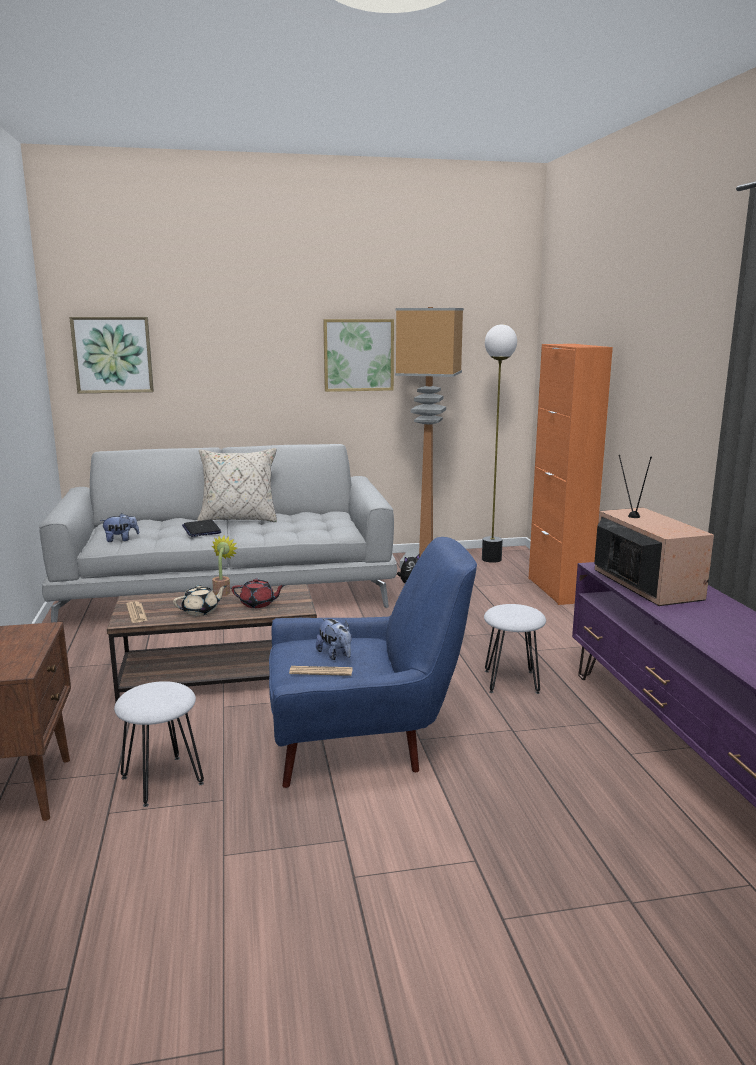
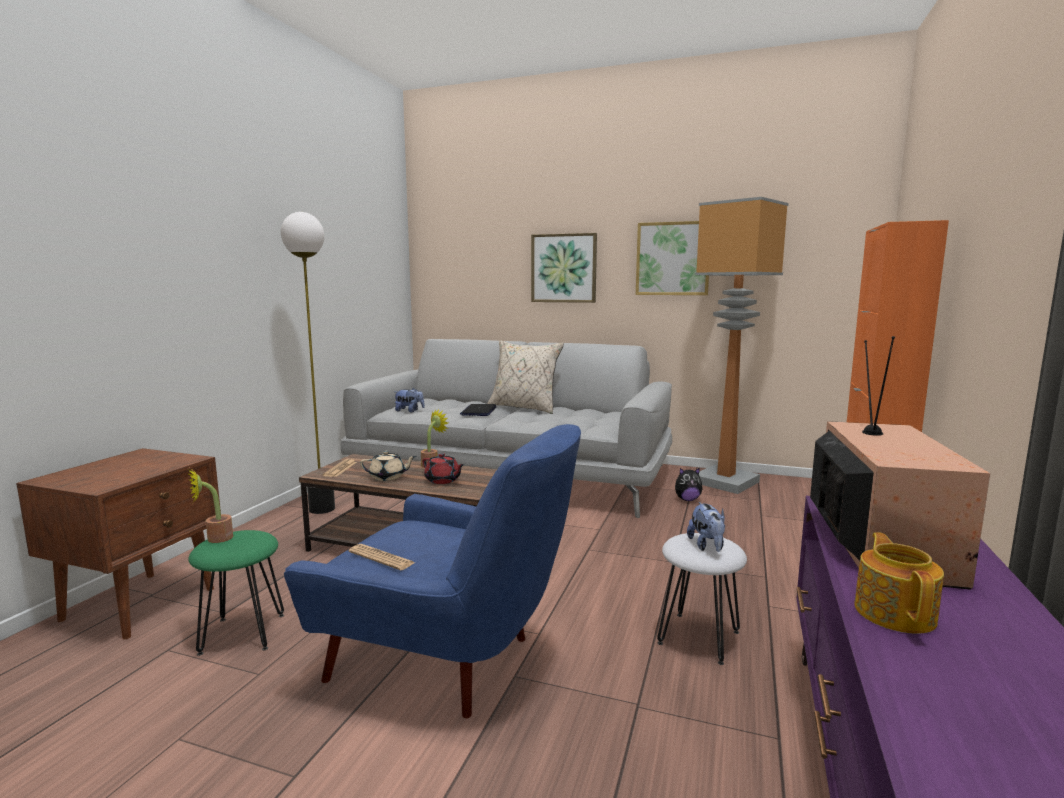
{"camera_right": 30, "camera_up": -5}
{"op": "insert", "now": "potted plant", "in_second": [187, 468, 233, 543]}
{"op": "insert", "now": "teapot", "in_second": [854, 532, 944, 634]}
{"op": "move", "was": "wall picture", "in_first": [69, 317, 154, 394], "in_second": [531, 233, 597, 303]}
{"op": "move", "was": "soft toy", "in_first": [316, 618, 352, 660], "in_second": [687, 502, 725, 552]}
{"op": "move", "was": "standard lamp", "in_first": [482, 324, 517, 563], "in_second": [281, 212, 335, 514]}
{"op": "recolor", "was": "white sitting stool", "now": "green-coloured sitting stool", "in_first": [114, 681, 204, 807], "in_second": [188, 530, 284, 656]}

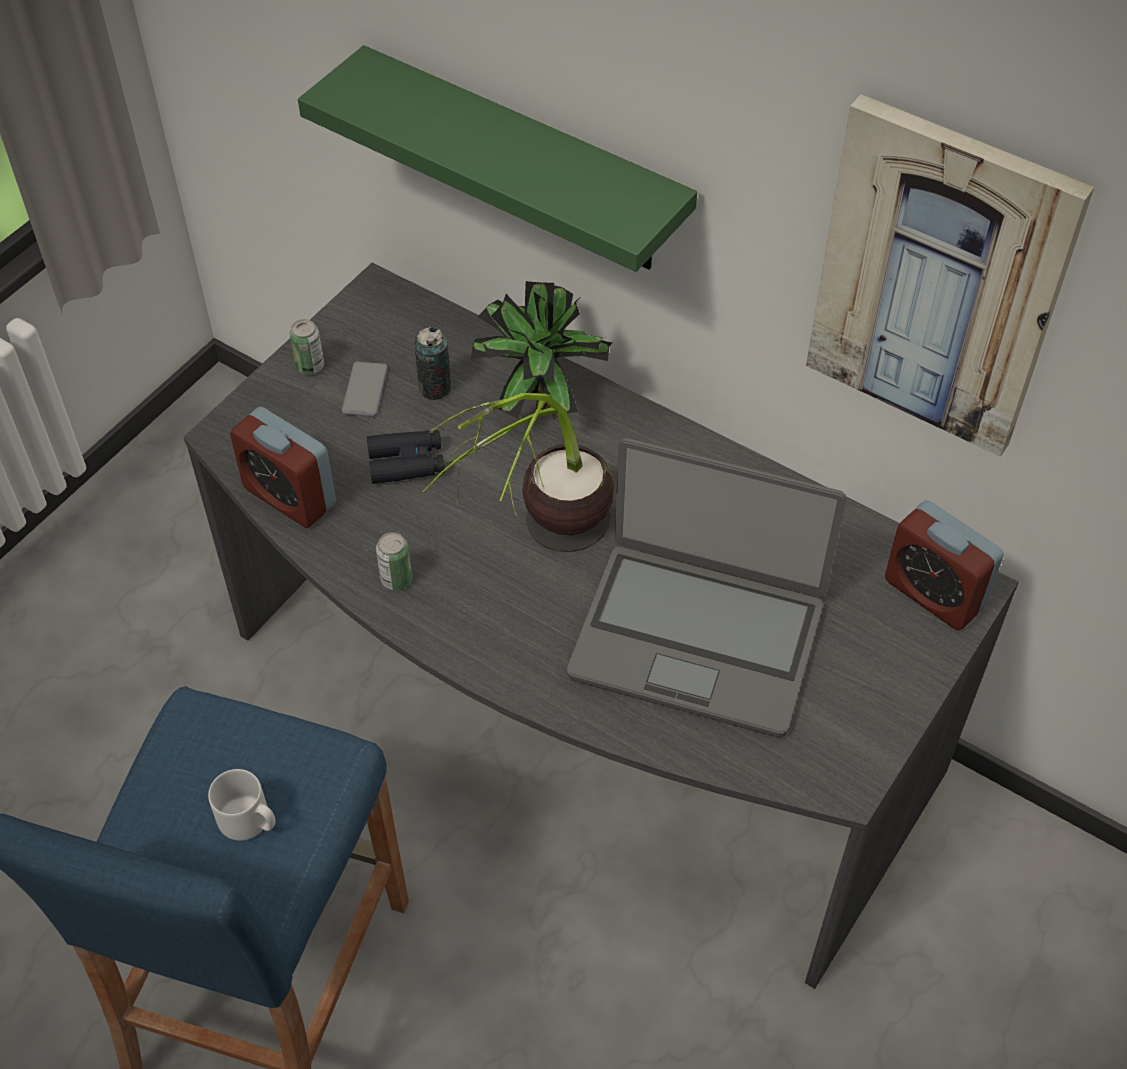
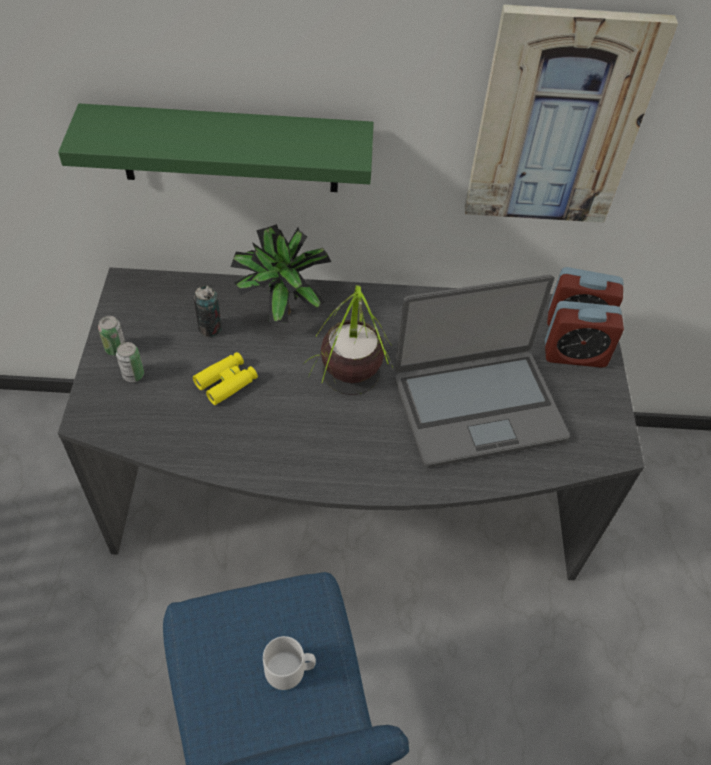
{"camera_right": -35, "camera_up": 0}
{"op": "delete", "was": "handset", "in_first": [341, 362, 388, 417]}
{"op": "move", "was": "table clock", "in_first": [230, 407, 336, 528], "in_second": [545, 301, 624, 368]}
{"op": "move", "was": "sealed can", "in_first": [376, 532, 412, 590], "in_second": [116, 342, 144, 382]}
{"op": "recolor", "was": "black field glasses", "now": "yellowish field glasses", "in_first": [367, 430, 445, 484], "in_second": [193, 352, 258, 405]}

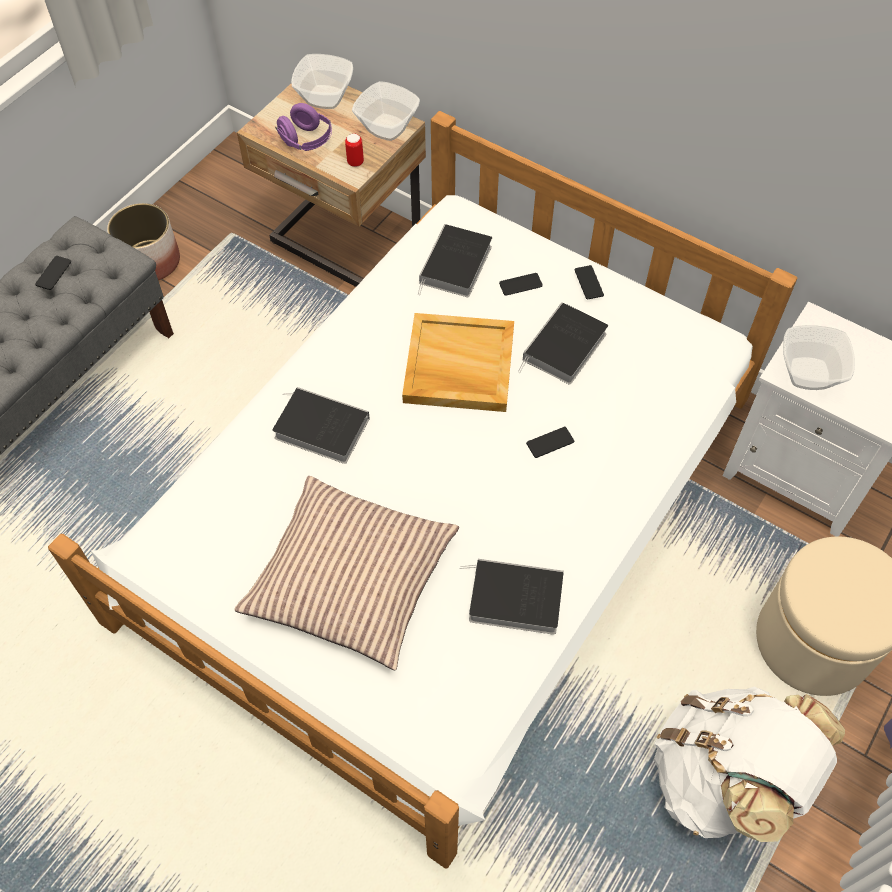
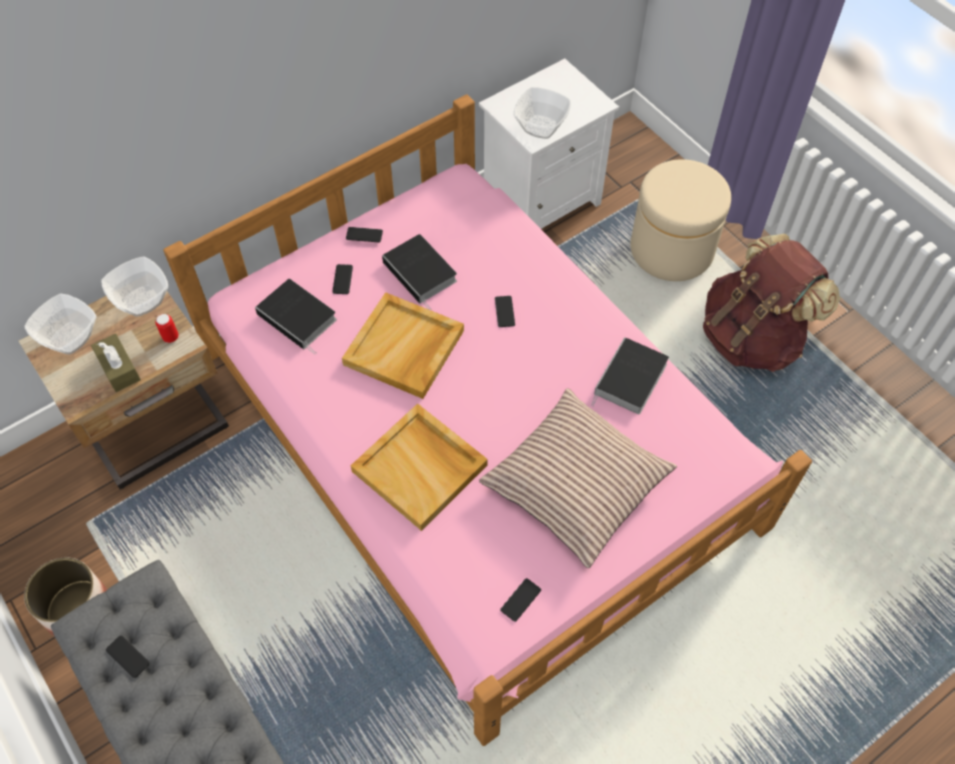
{"camera_right": -70, "camera_up": 0}
{"op": "insert", "now": "handset", "in_second": [500, 578, 541, 622]}
{"op": "replace", "was": "bound book", "now": "beige serving tray", "in_first": [272, 387, 370, 464], "in_second": [351, 403, 488, 531]}
{"op": "replace", "was": "purple-coloured headset", "now": "brownish tissue holder", "in_first": [275, 103, 332, 151], "in_second": [91, 333, 141, 392]}
{"op": "recolor", "was": "white sleeping bed", "now": "pink-coloured sleeping bed", "in_first": [48, 111, 797, 869], "in_second": [163, 94, 812, 746]}
{"op": "recolor", "was": "white knapsack", "now": "brownish knapsack", "in_first": [654, 687, 845, 842], "in_second": [703, 233, 840, 372]}

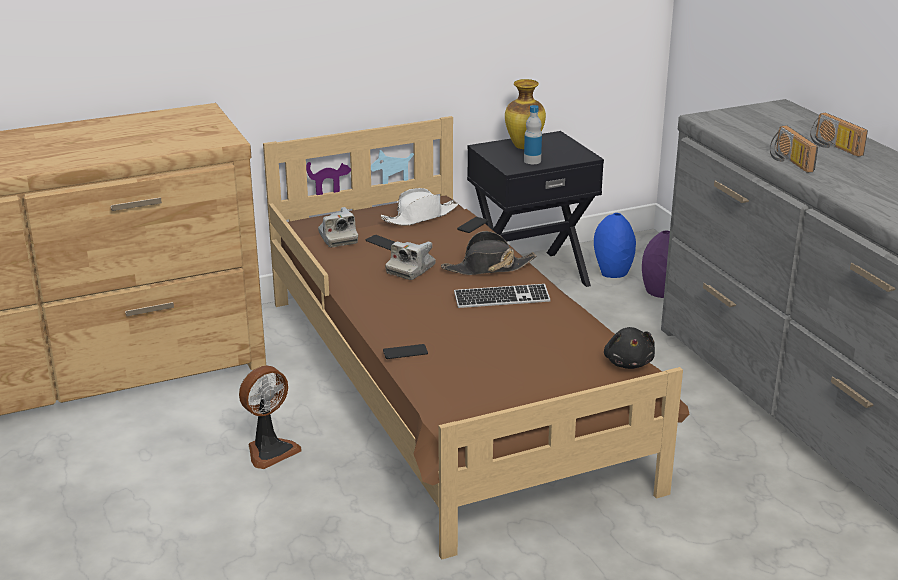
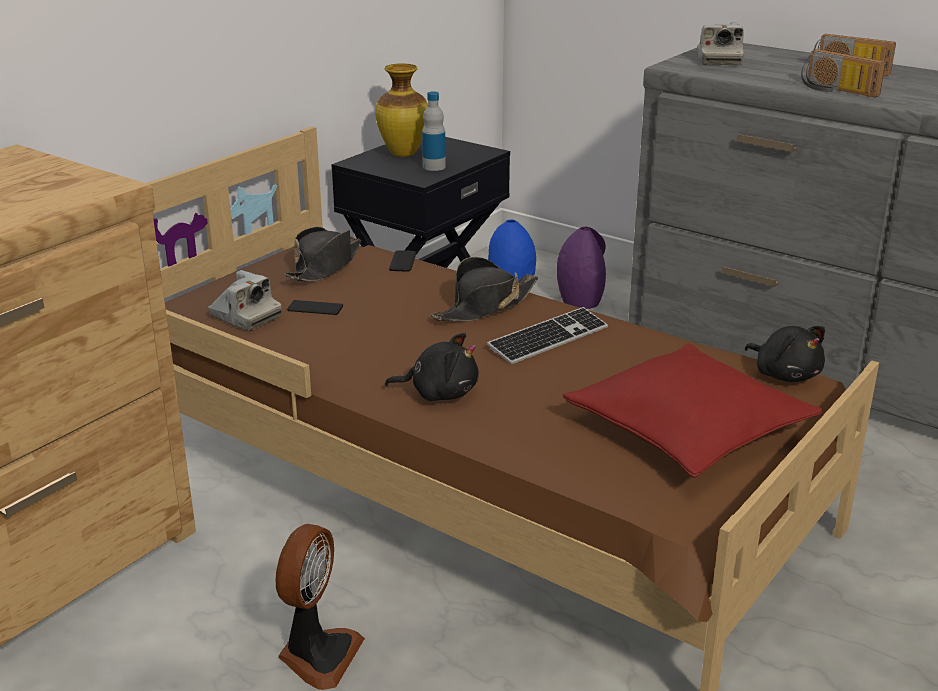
{"camera_right": -30, "camera_up": 0}
{"op": "delete", "was": "handset", "in_first": [383, 344, 428, 359]}
{"op": "insert", "now": "black soft toy", "in_second": [385, 333, 479, 401]}
{"op": "insert", "now": "red-coloured throw pillow", "in_second": [562, 343, 823, 478]}
{"op": "move", "was": "photo camera", "in_first": [385, 241, 436, 280], "in_second": [697, 22, 744, 65]}
{"op": "recolor", "was": "white hat", "now": "black hat", "in_first": [381, 188, 458, 226], "in_second": [285, 227, 361, 282]}

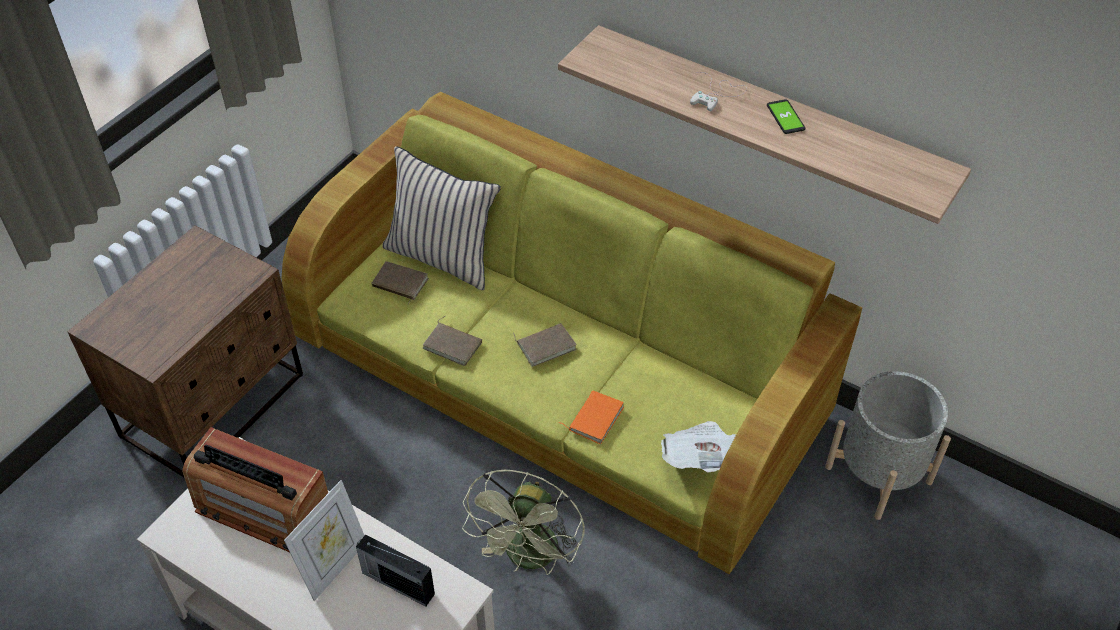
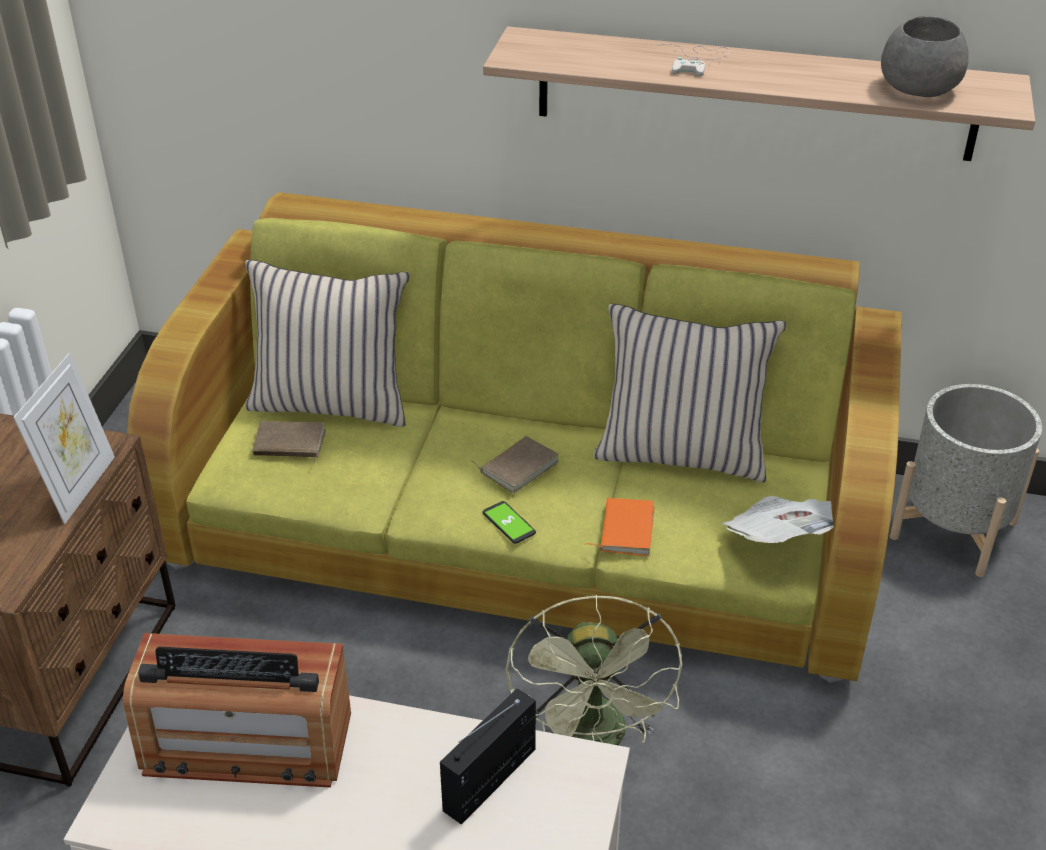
{"camera_right": -20, "camera_up": -10}
{"op": "delete", "was": "brownish bound book", "in_first": [423, 315, 482, 366]}
{"op": "insert", "now": "beige throw pillow", "in_second": [593, 304, 786, 482]}
{"op": "insert", "now": "greyish deep dish", "in_second": [881, 16, 969, 97]}
{"op": "move", "was": "picture frame", "in_first": [284, 480, 365, 601], "in_second": [13, 353, 115, 524]}
{"op": "move", "was": "handset", "in_first": [767, 99, 805, 134], "in_second": [482, 501, 536, 544]}
{"op": "rotate", "was": "radio set", "in_first": [356, 534, 435, 607], "in_second": [440, 688, 536, 824], "clockwise": 120}

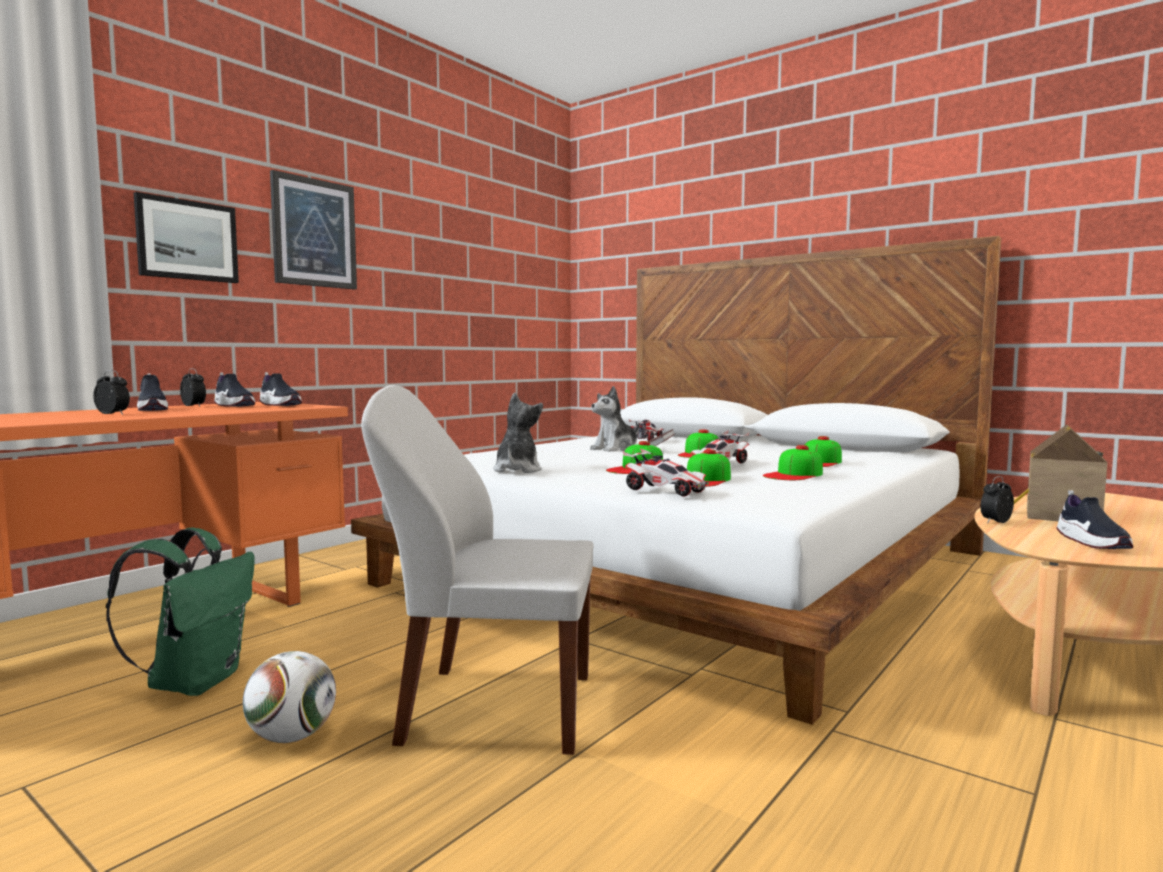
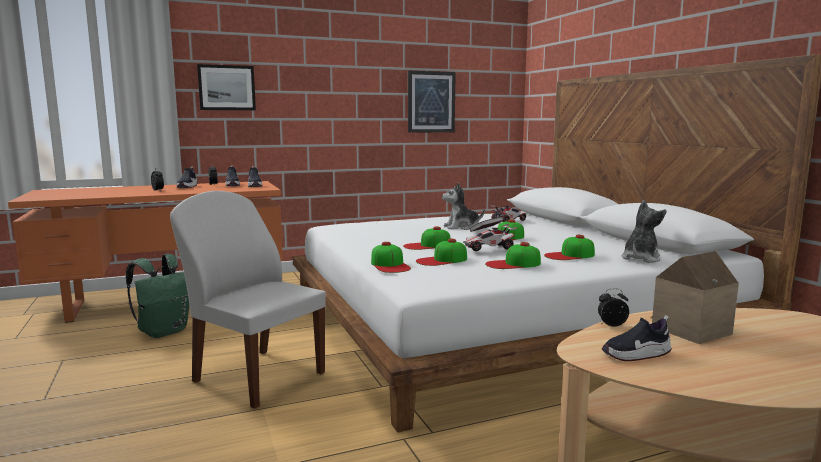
{"camera_right": 30, "camera_up": 5}
{"op": "delete", "was": "ball for football", "in_first": [243, 651, 336, 743]}
{"op": "move", "was": "wall picture", "in_first": [270, 170, 357, 289], "in_second": [408, 71, 456, 133]}
{"op": "move", "was": "soft toy", "in_first": [493, 393, 543, 473], "in_second": [621, 200, 667, 263]}
{"op": "replace", "was": "toy car", "now": "peaked cap", "in_first": [622, 449, 709, 497], "in_second": [371, 242, 411, 273]}
{"op": "rotate", "was": "shoe", "in_first": [1057, 490, 1133, 549], "in_second": [602, 315, 672, 361], "clockwise": 45}

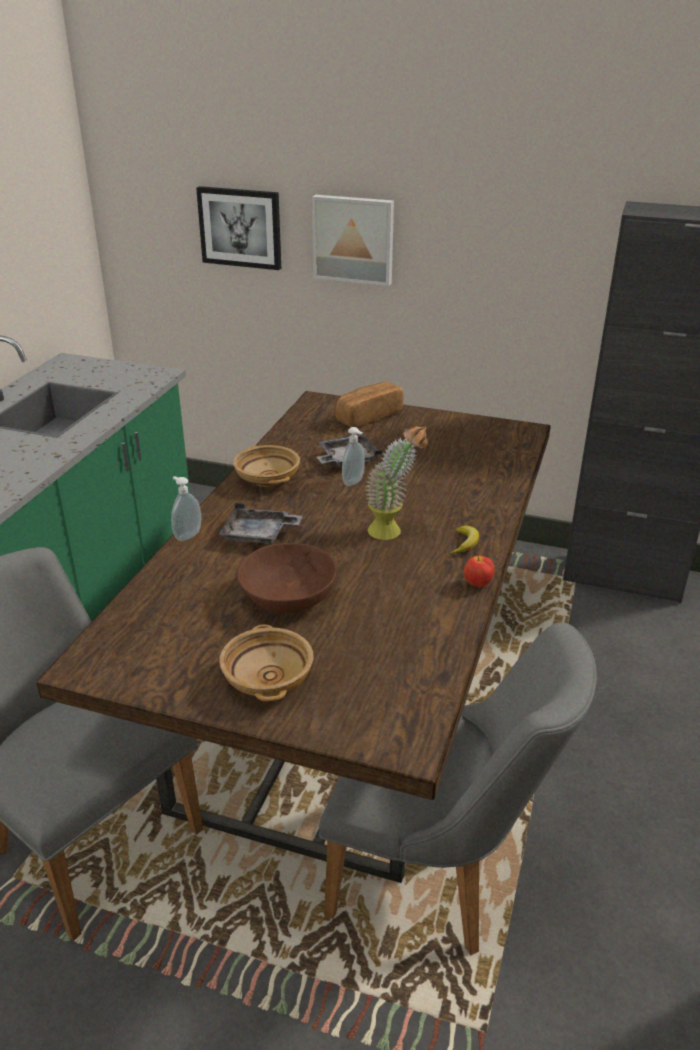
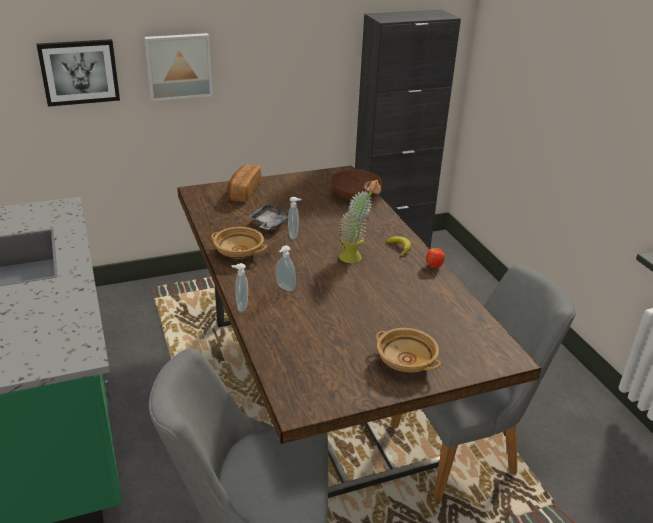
{"camera_right": -40, "camera_up": 0}
{"op": "move", "was": "brownish deep dish", "in_first": [237, 543, 337, 613], "in_second": [331, 169, 382, 200]}
{"op": "replace", "was": "greyish serving tray", "now": "soap bottle", "in_first": [218, 503, 303, 545], "in_second": [276, 245, 296, 291]}

